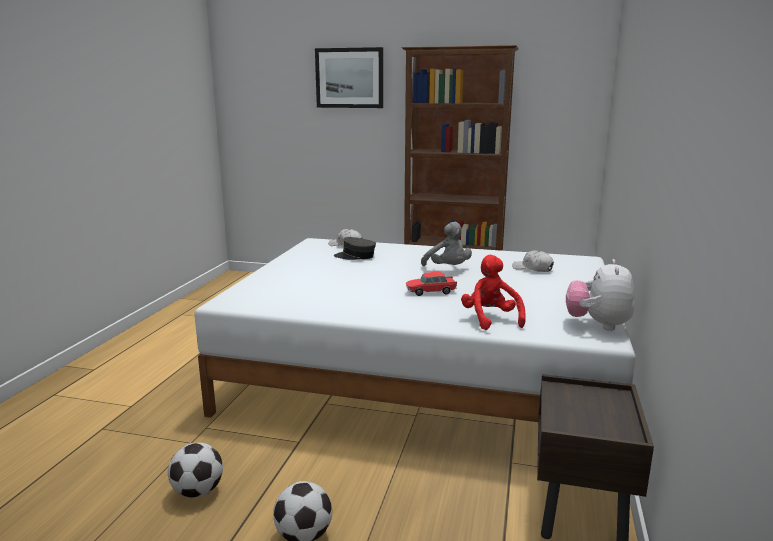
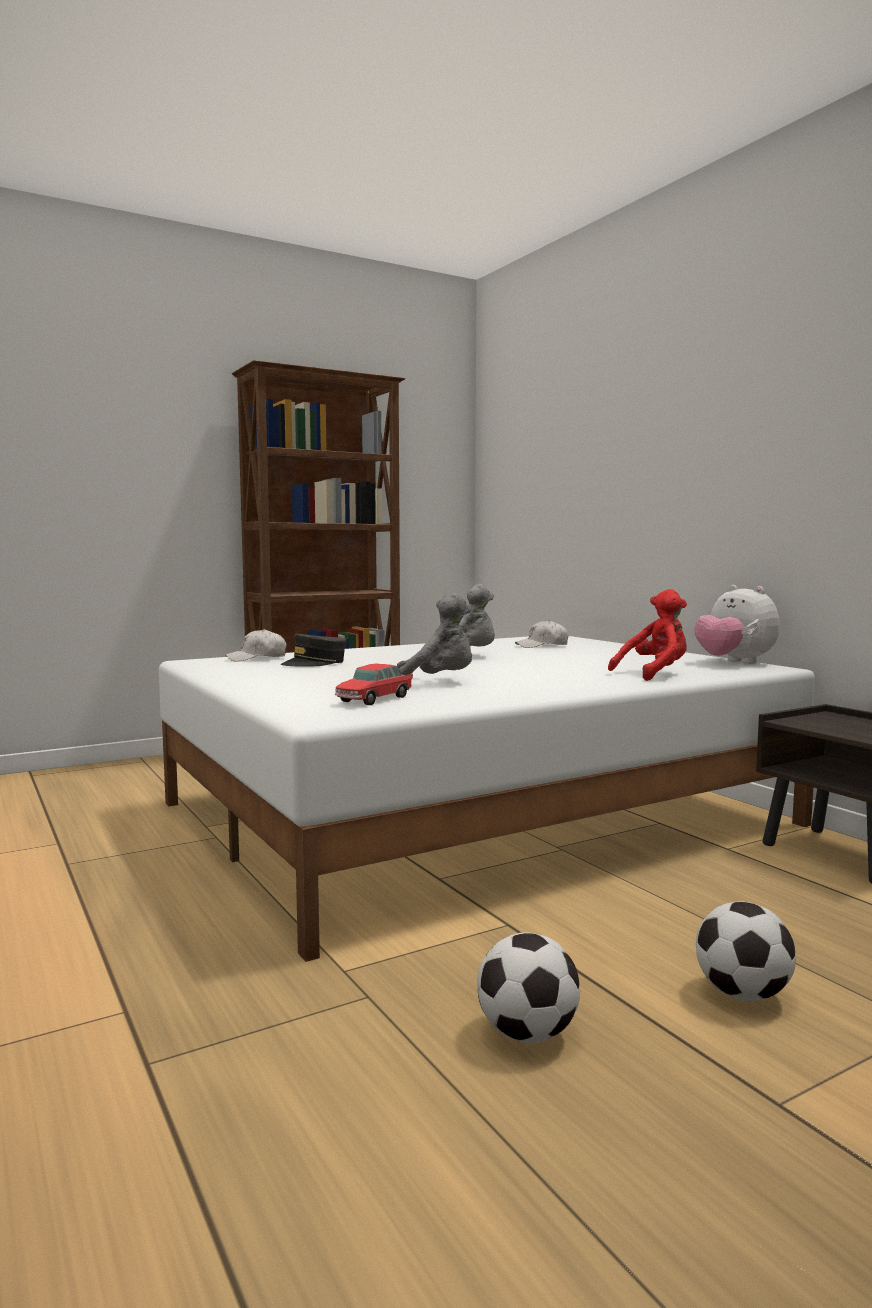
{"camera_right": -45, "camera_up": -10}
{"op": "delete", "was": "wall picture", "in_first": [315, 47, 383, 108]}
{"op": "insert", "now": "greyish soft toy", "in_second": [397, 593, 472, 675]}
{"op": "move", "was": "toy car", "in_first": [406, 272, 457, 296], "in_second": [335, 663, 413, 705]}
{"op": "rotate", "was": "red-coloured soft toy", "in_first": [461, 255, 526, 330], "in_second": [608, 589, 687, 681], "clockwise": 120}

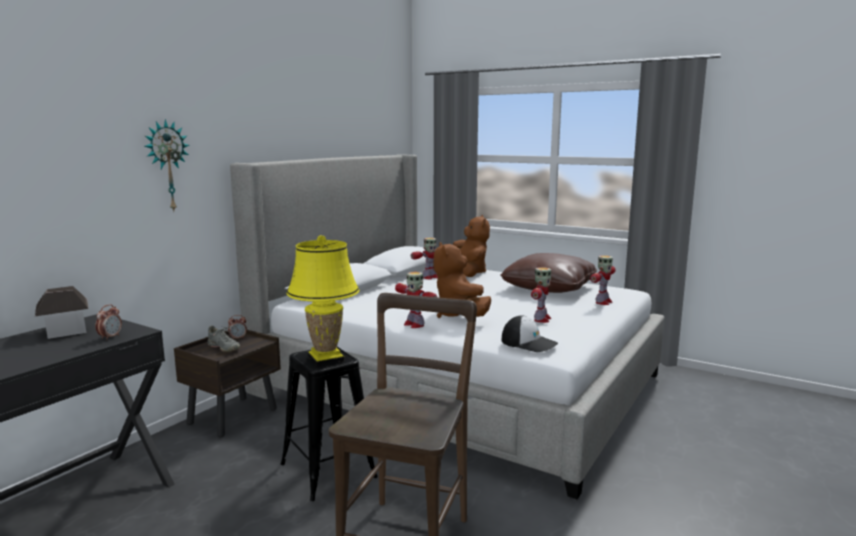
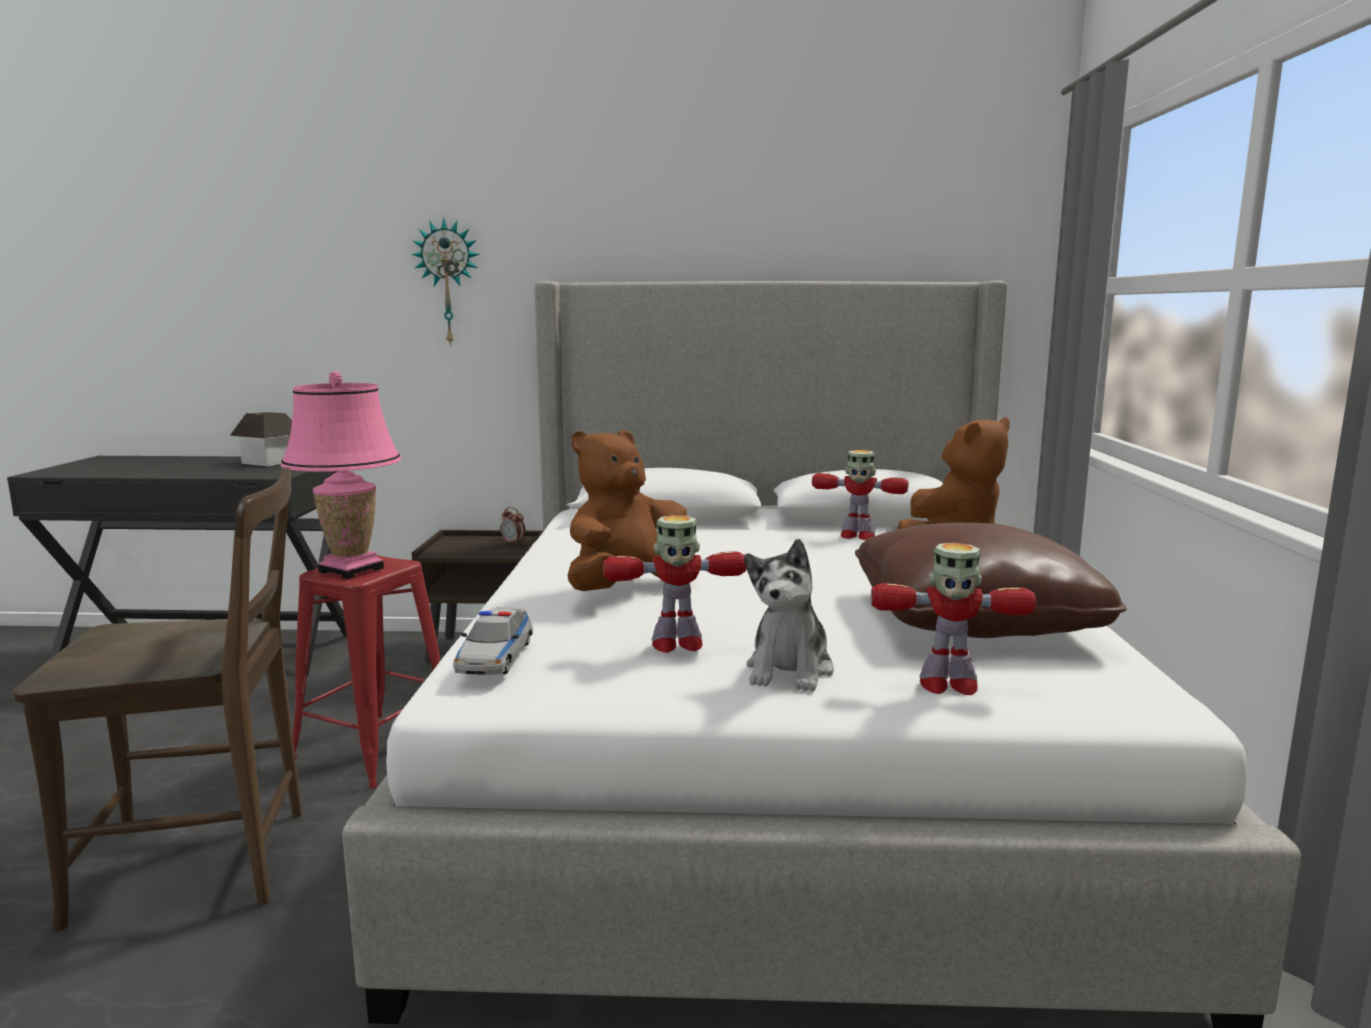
{"camera_right": 60, "camera_up": 0}
{"op": "delete", "was": "table clock", "in_first": [95, 304, 122, 340]}
{"op": "delete", "was": "greyish shoe", "in_first": [203, 326, 240, 352]}
{"op": "delete", "was": "model robot", "in_first": [395, 272, 437, 328]}
{"op": "insert", "now": "soft toy", "in_second": [744, 539, 834, 692]}
{"op": "replace", "was": "peaked cap", "now": "toy car", "in_first": [501, 315, 558, 352], "in_second": [453, 607, 533, 675]}
{"op": "recolor", "was": "black sitting stool", "now": "red-coloured sitting stool", "in_first": [281, 346, 378, 501], "in_second": [292, 555, 441, 789]}
{"op": "recolor", "was": "yellowish tabletop lamp", "now": "pink-coloured tabletop lamp", "in_first": [287, 235, 359, 367], "in_second": [281, 371, 401, 579]}

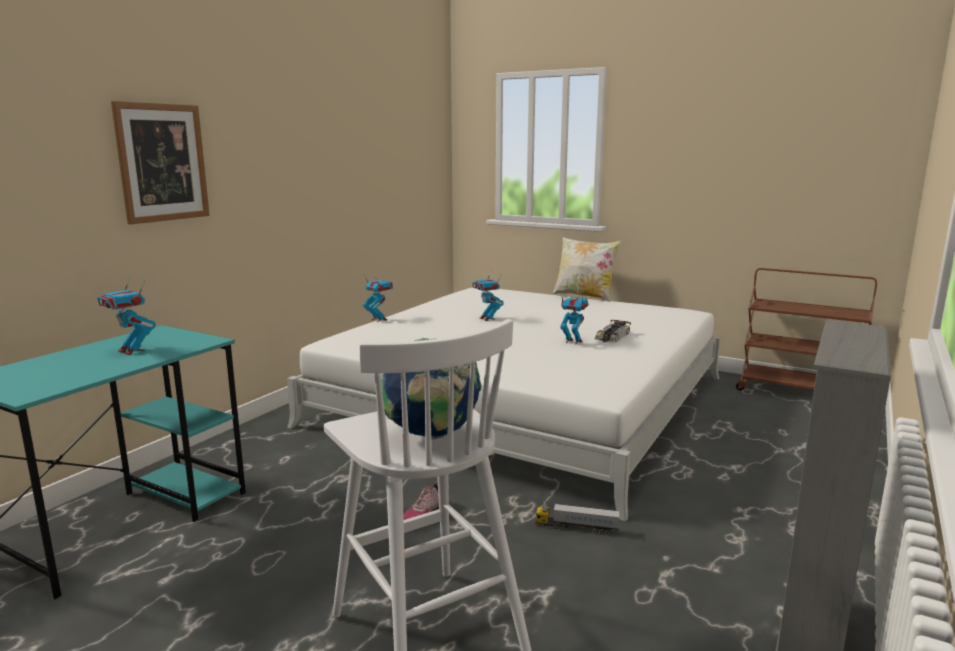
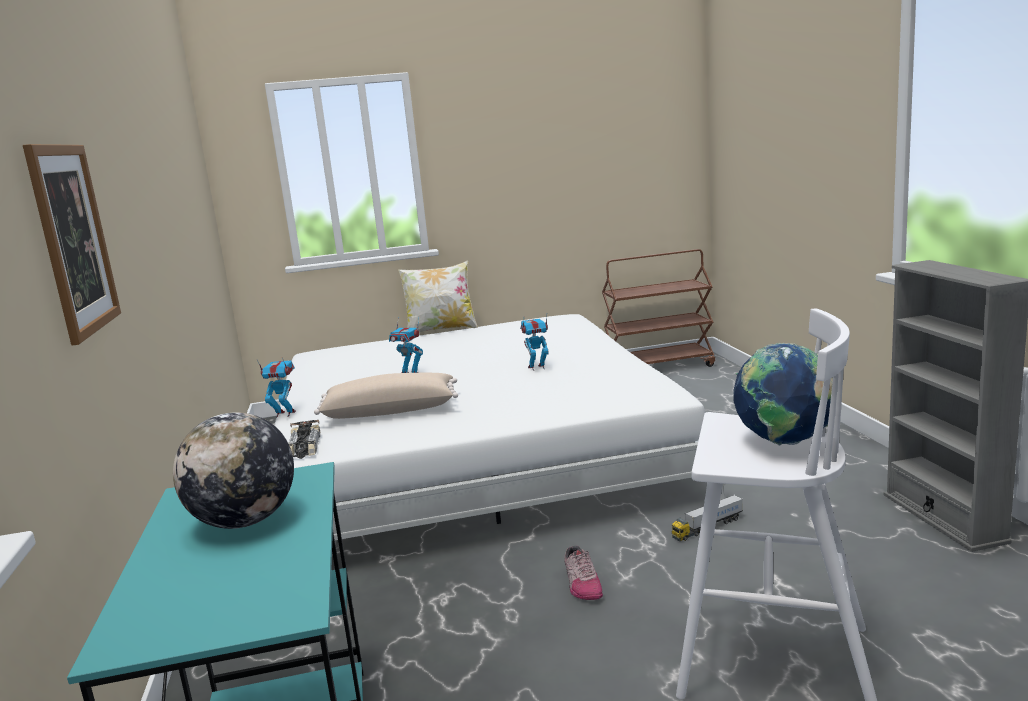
{"camera_right": -40, "camera_up": 0}
{"op": "insert", "now": "beige throw pillow", "in_second": [314, 373, 458, 419]}
{"op": "move", "was": "toy car", "in_first": [595, 320, 631, 342], "in_second": [288, 420, 321, 459]}
{"op": "replace", "was": "model robot", "now": "desk globe", "in_first": [97, 276, 156, 355], "in_second": [173, 412, 294, 529]}

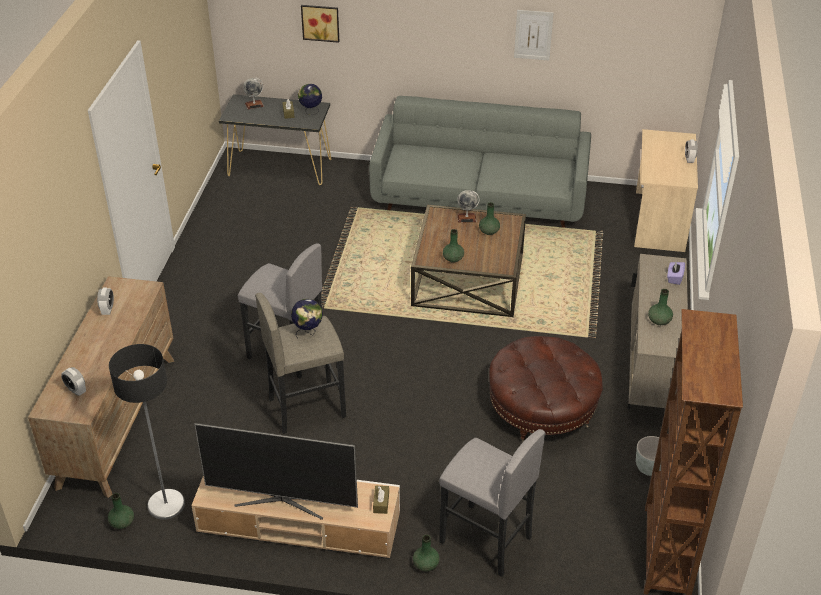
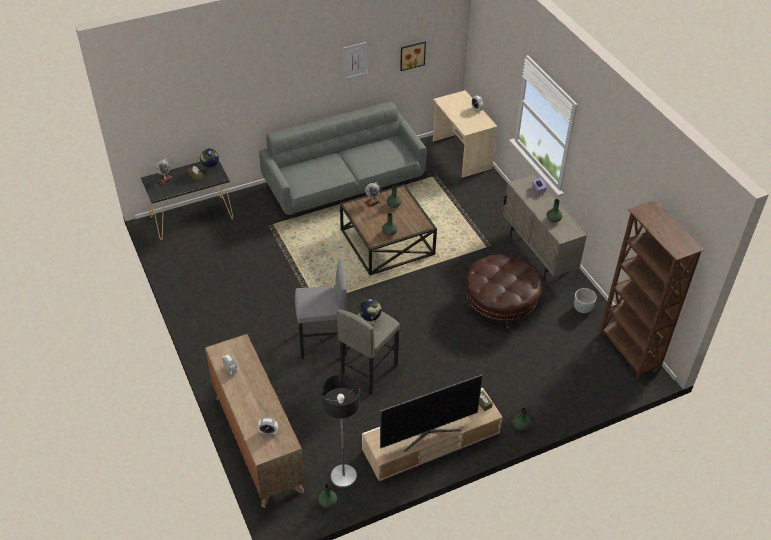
{"camera_right": -35, "camera_up": 5}
{"op": "delete", "was": "greyish sitting stool", "in_first": [439, 429, 546, 577]}
{"op": "move", "was": "wall picture", "in_first": [301, 5, 339, 43], "in_second": [400, 42, 426, 71]}

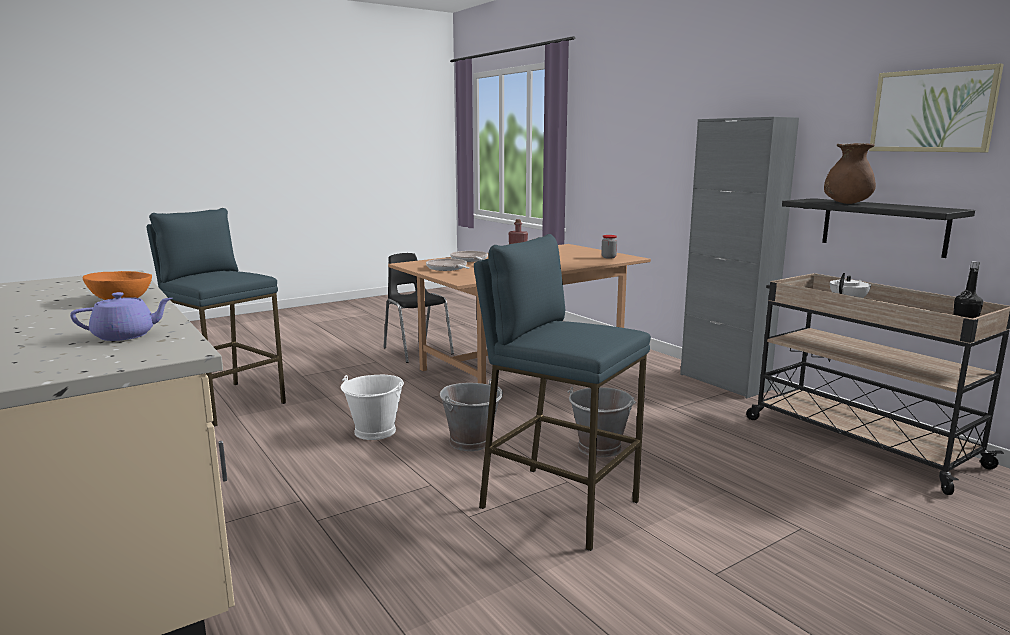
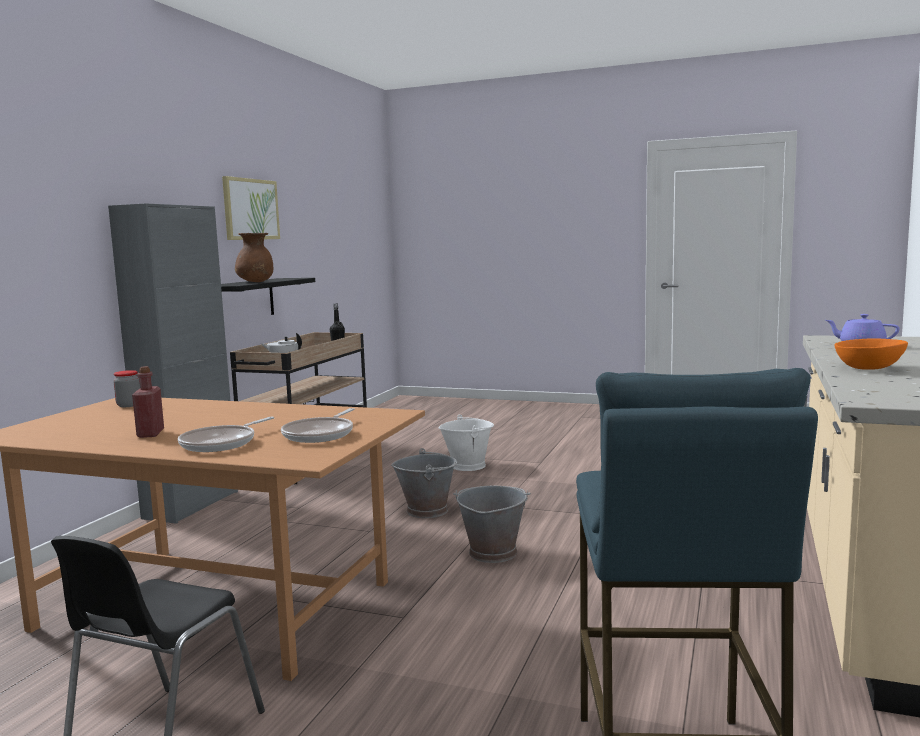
{"camera_right": -125, "camera_up": -5}
{"op": "delete", "was": "blue-coloured sitting stool", "in_first": [474, 234, 651, 551]}
{"op": "move", "was": "white water bucket", "in_first": [341, 375, 404, 440], "in_second": [439, 414, 494, 471]}

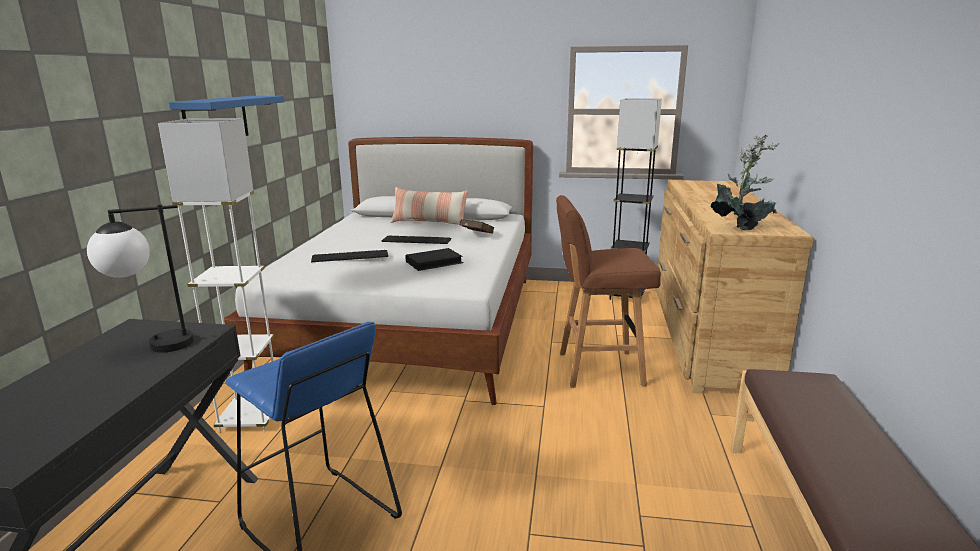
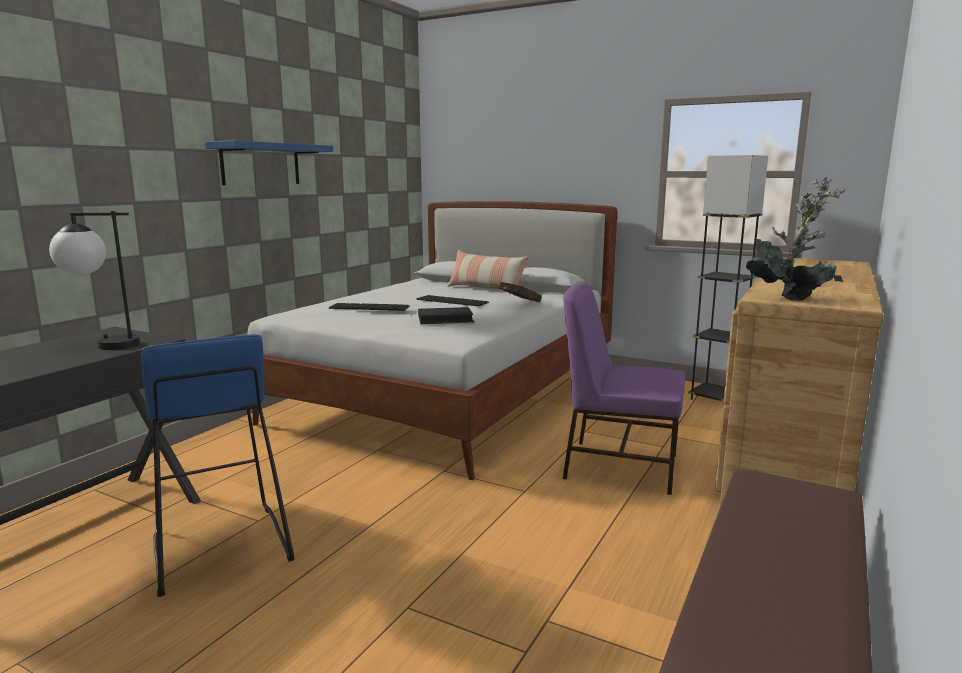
{"camera_right": 20, "camera_up": -5}
{"op": "delete", "was": "white standard lamp", "in_first": [158, 118, 274, 433]}
{"op": "replace", "was": "brownish sitting stool", "now": "purple-coloured upright chair", "in_first": [556, 195, 661, 388], "in_second": [563, 283, 685, 495]}

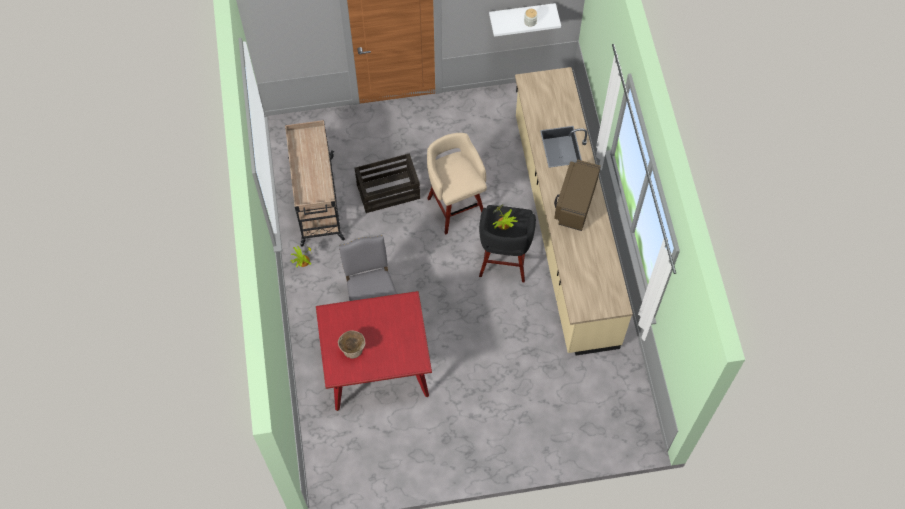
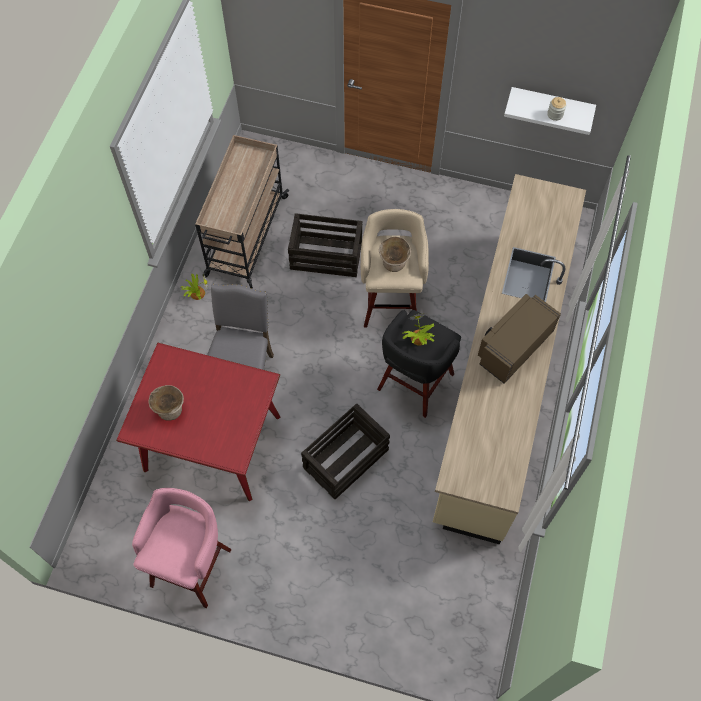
{"camera_right": 25, "camera_up": 0}
{"op": "insert", "now": "pink-coloured sitting stool", "in_second": [132, 488, 232, 608]}
{"op": "insert", "now": "crate", "in_second": [301, 403, 390, 499]}
{"op": "insert", "now": "beige deep dish", "in_second": [379, 236, 411, 272]}

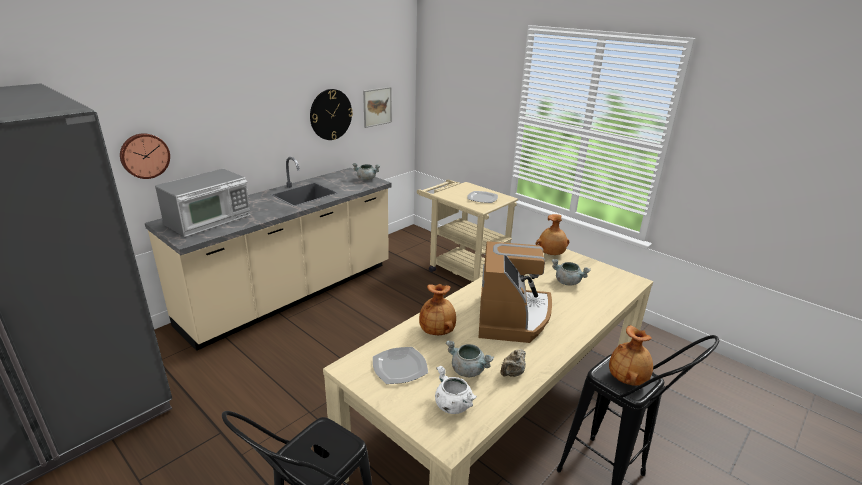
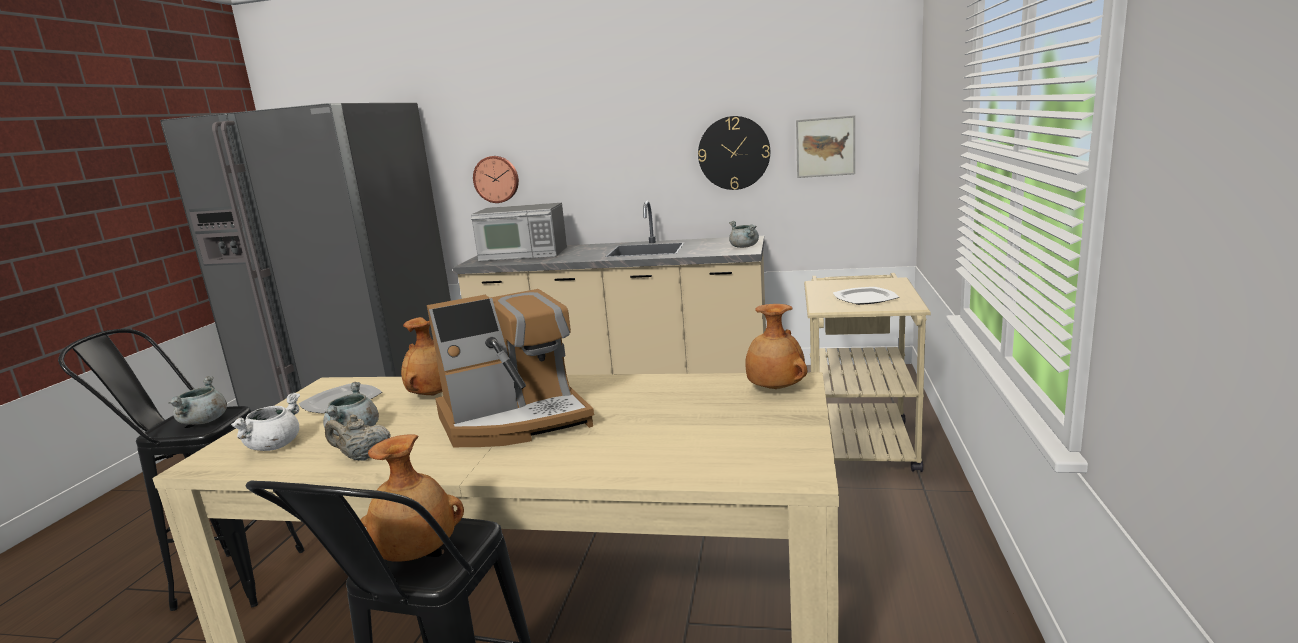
{"camera_right": 60, "camera_up": -10}
{"op": "move", "was": "greyish stockpot", "in_first": [552, 259, 591, 285], "in_second": [168, 376, 227, 425]}

